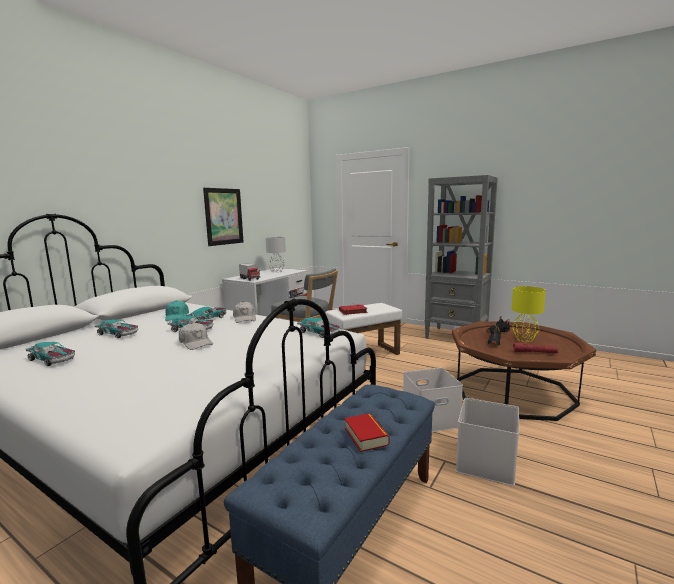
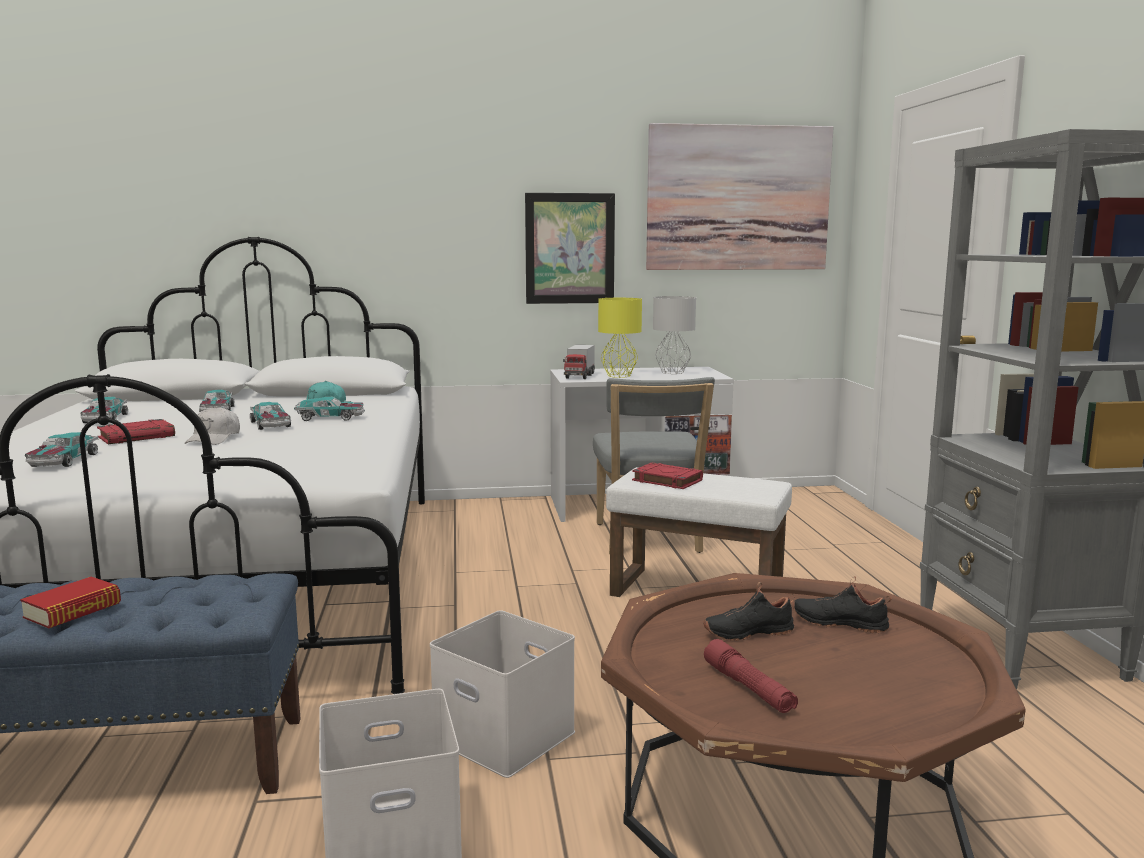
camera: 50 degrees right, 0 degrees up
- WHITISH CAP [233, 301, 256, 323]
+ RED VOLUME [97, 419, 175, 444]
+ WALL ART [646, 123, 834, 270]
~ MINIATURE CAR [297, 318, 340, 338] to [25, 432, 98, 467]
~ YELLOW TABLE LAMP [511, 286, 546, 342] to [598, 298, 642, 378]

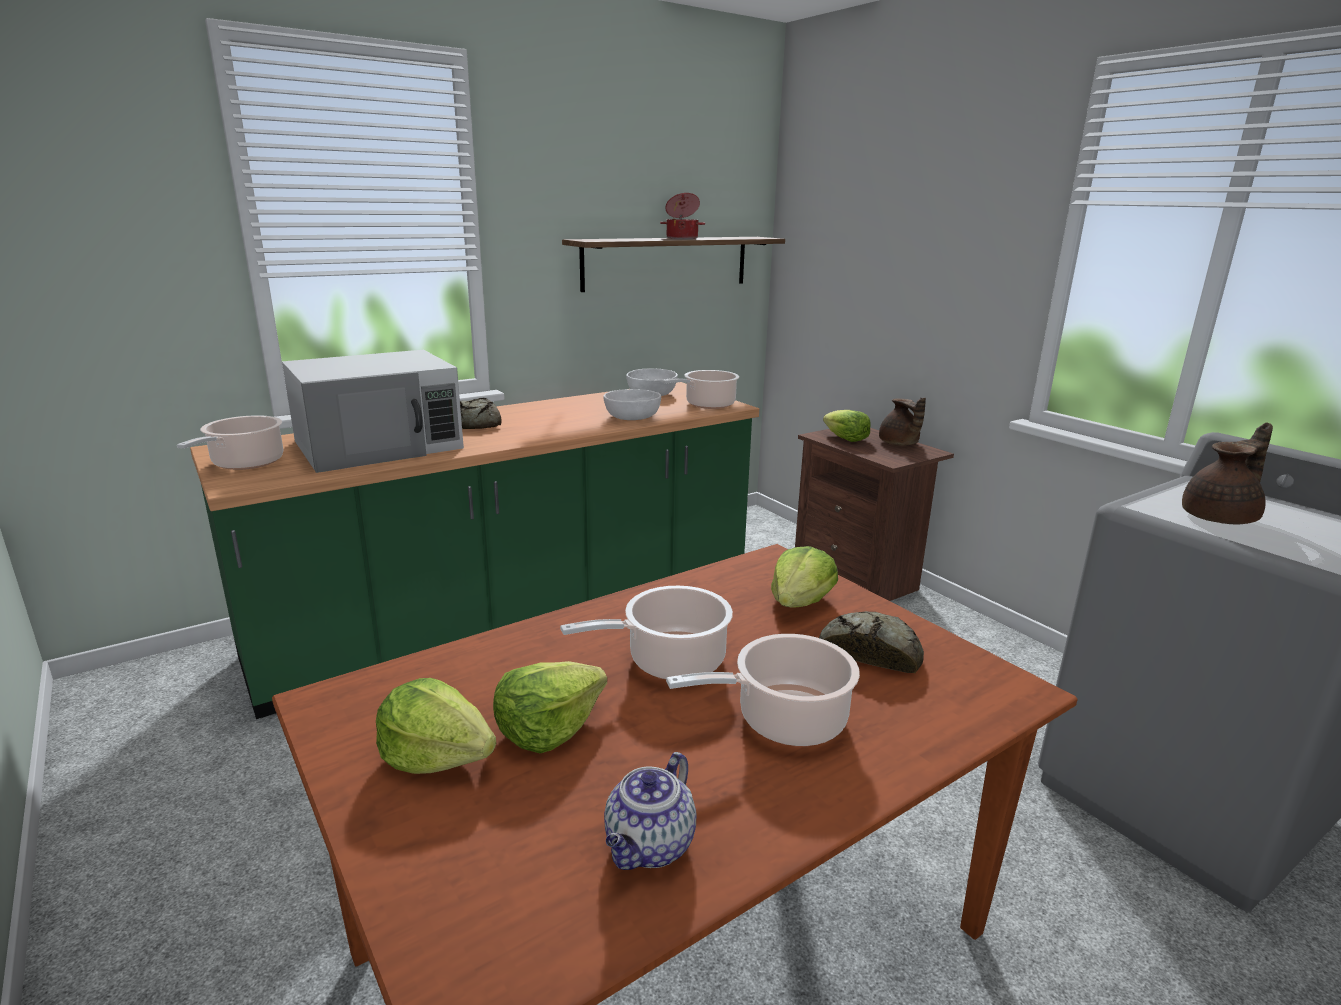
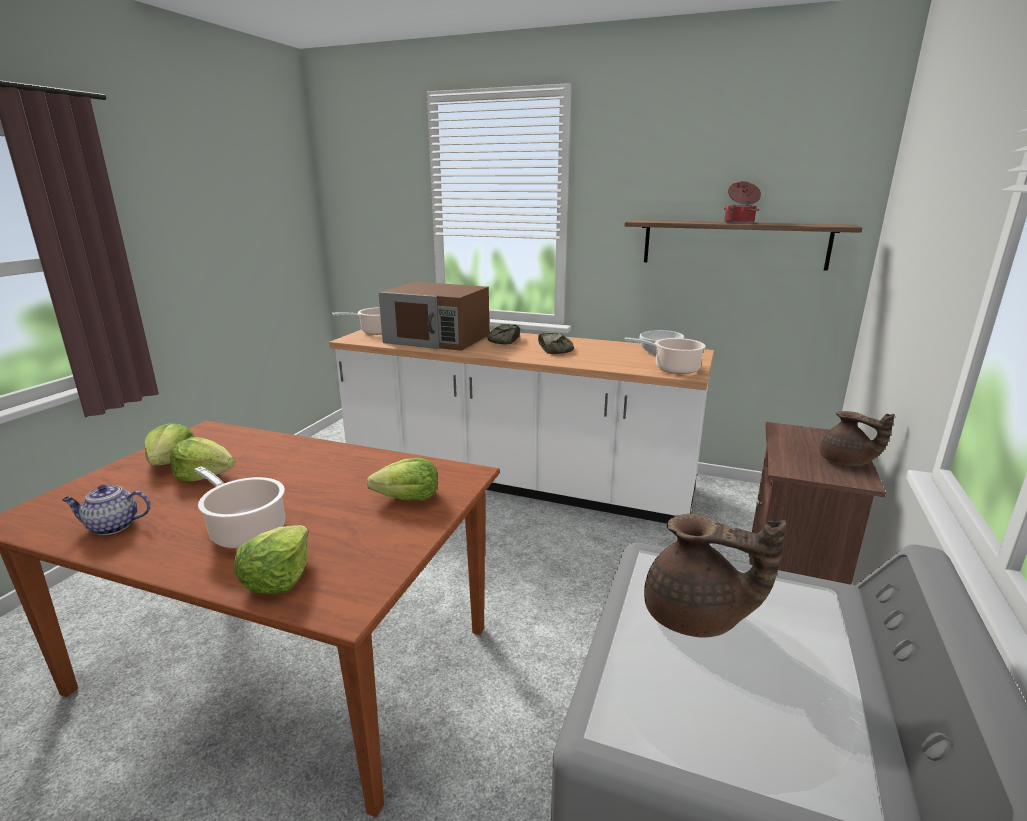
camera: 55 degrees right, 0 degrees up
- SAUCEPOT [560, 586, 733, 679]
- WHITISH SERVING BOWL [604, 389, 661, 420]
~ BAKERY BREAD [819, 611, 924, 673] to [538, 332, 574, 354]
~ HEAD OF LETTUCE [823, 410, 871, 442] to [234, 525, 309, 594]
~ GREENISH COUNTER [190, 382, 759, 719] to WHITISH COUNTER [329, 330, 714, 523]
~ WHITISH MICROWAVE [282, 350, 464, 473] to BROWN-COLOURED MICROWAVE [379, 282, 489, 351]
~ BROWN-COLOURED TEAPOT [879, 397, 926, 446] = [820, 411, 895, 466] 75 degrees counterclockwise

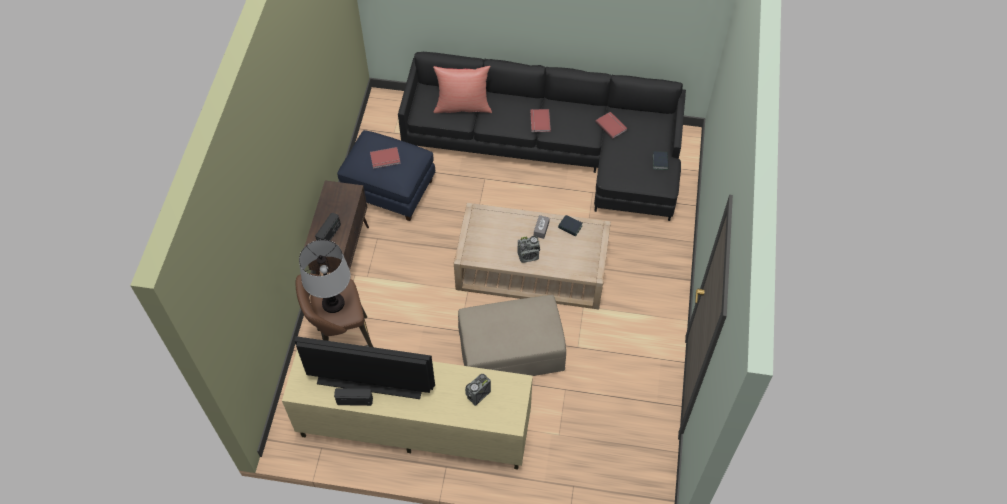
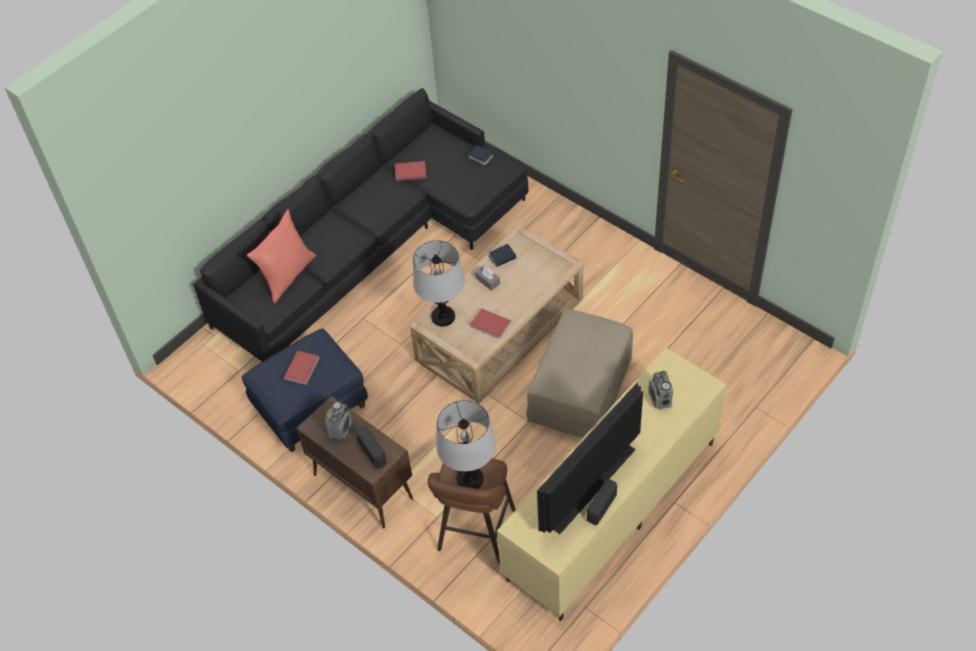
camera: 55 degrees left, 5 degrees down
+ TABLE LAMP [413, 240, 465, 326]
~ RADIO [518, 236, 540, 263] to [325, 401, 352, 440]
~ RED VOLUME [530, 109, 551, 132] to [470, 308, 511, 339]

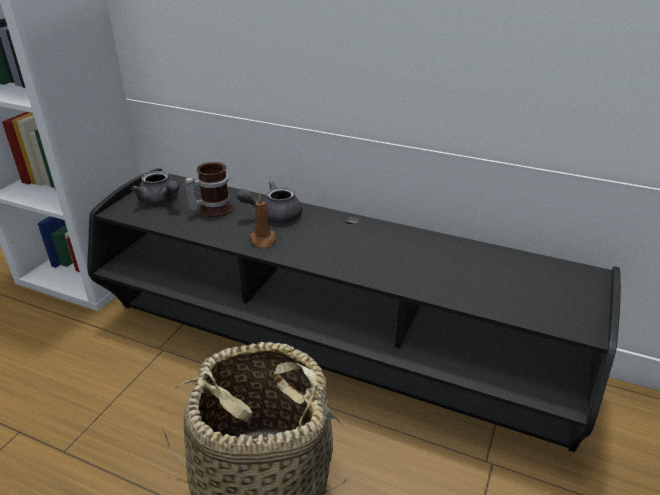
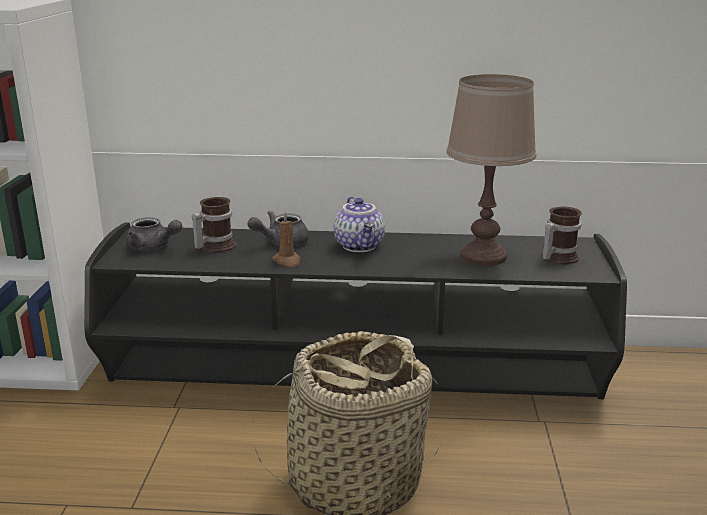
camera: 20 degrees left, 10 degrees down
+ TEAPOT [333, 197, 385, 252]
+ BROWN-COLOURED TABLE LAMP [446, 74, 536, 266]
+ TEA MUG [542, 207, 582, 264]

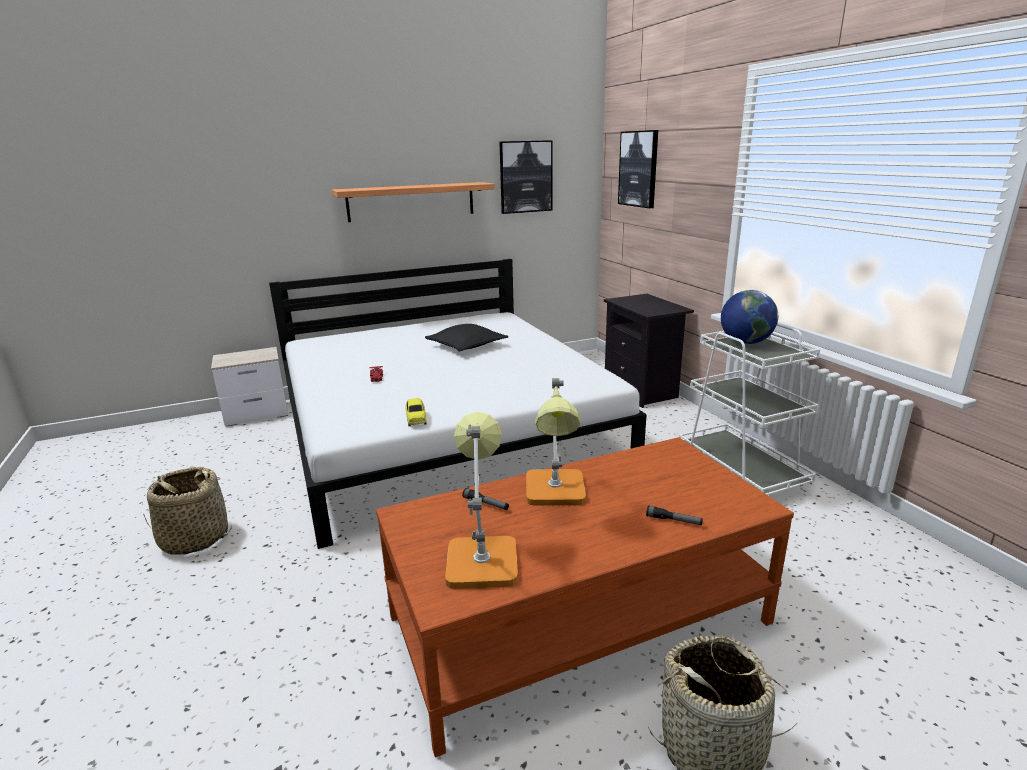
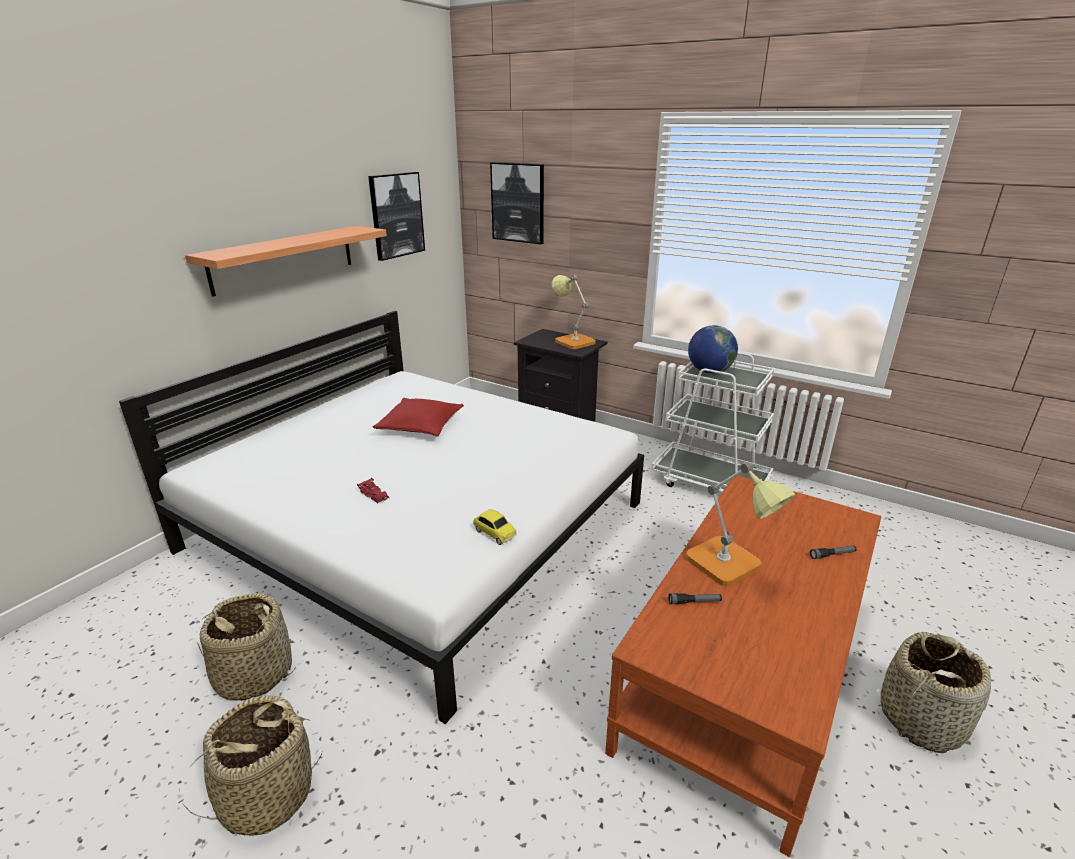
camera: 35 degrees left, 5 degrees up
- NIGHTSTAND [211, 347, 288, 427]
+ HOUSEHOLD BASKET [197, 593, 296, 701]
~ TABLE LAMP [445, 412, 518, 589] to [552, 275, 596, 349]
~ BLACK-COLOURED THROW PILLOW [425, 324, 508, 352] to RED THROW PILLOW [372, 398, 464, 436]

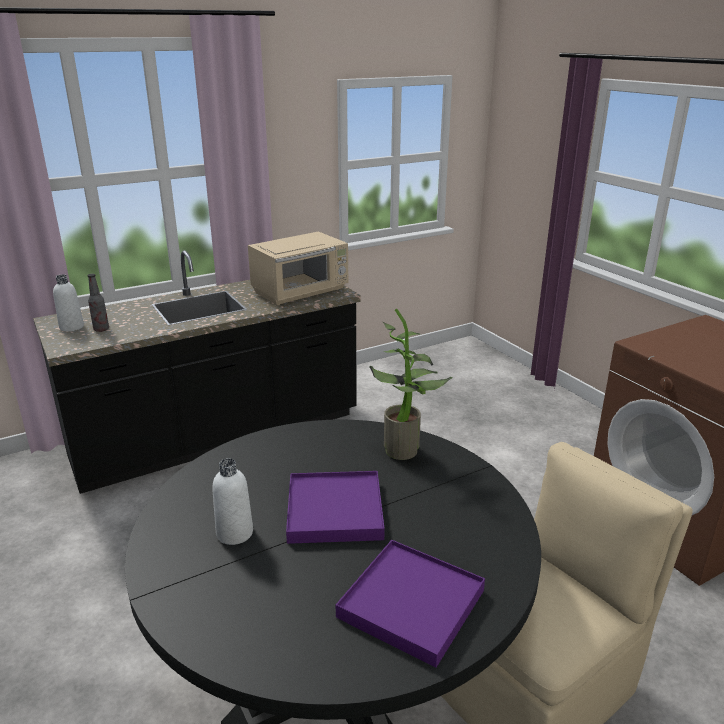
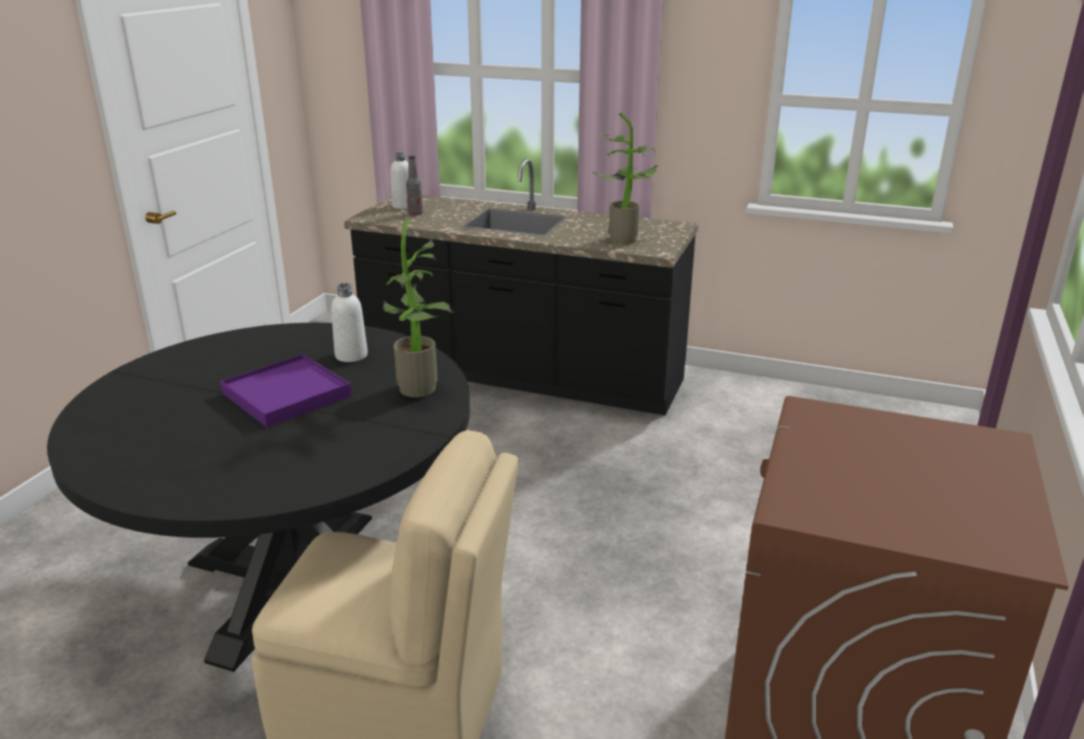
camera: 50 degrees right, 0 degrees up
- PURPLE-COLOURED CARRYING TRAY [336, 540, 485, 668]
~ WHITISH BOTTLE [212, 458, 253, 545] to [331, 283, 368, 362]
~ BEIGE MICROWAVE [248, 232, 348, 305] to PLANT IN A POT [592, 112, 658, 244]

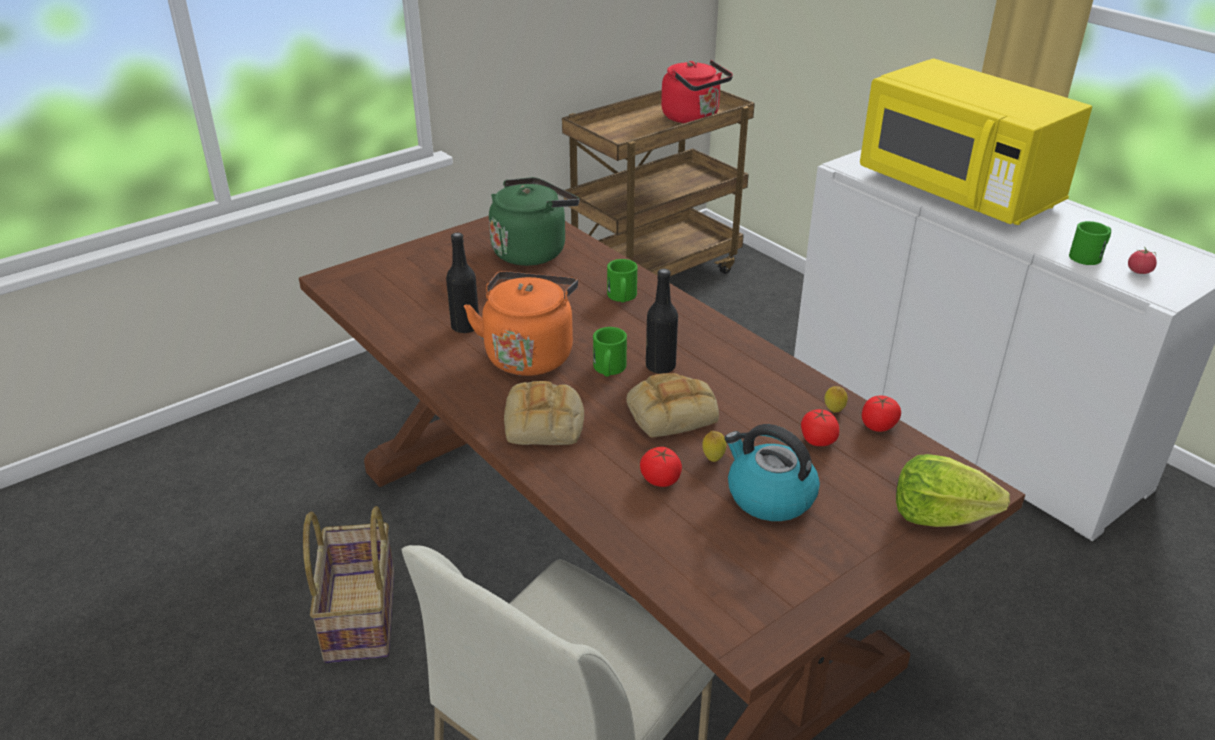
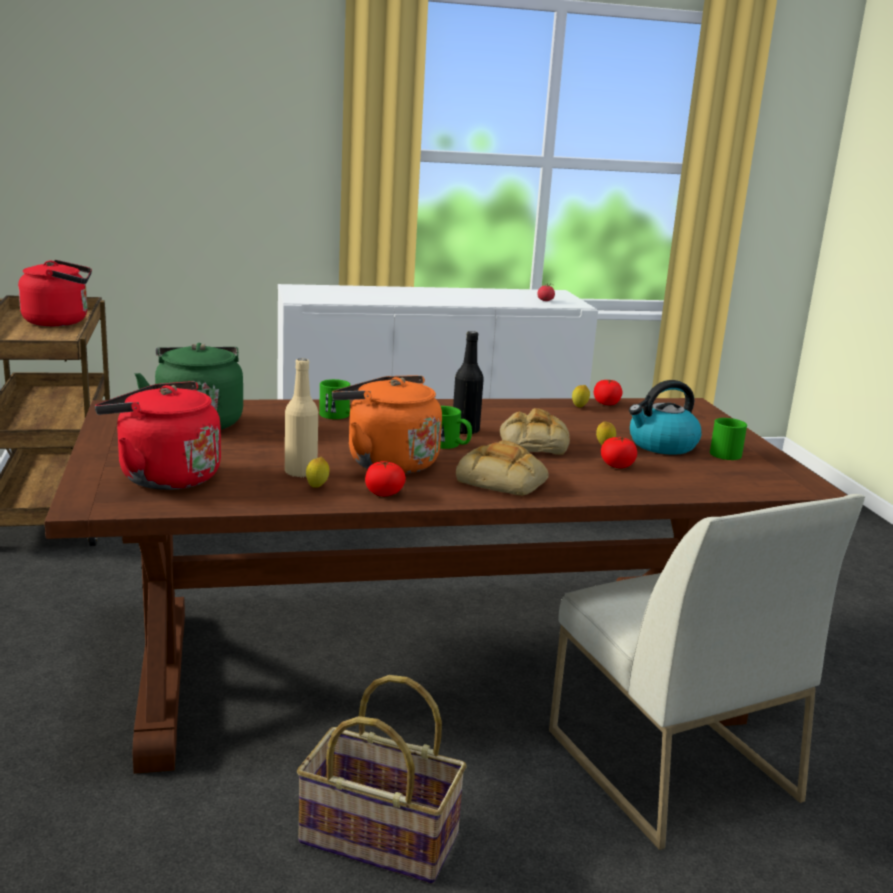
camera: 65 degrees left, 15 degrees down
- YELLOW MICROWAVE [860, 58, 1092, 225]
- HEAD OF LETTUCE [896, 454, 1010, 527]
+ RED KETTLE [95, 381, 221, 490]
+ LEMON [306, 457, 329, 488]
~ FRESH TOMATO [801, 409, 839, 446] to [365, 461, 406, 496]
~ GREENISH TEA MUG [1069, 221, 1111, 265] to [710, 418, 747, 460]
~ BLACK-COLOURED BOTTLE [446, 232, 479, 333] to BEIGE BOTTLE [285, 358, 318, 478]

